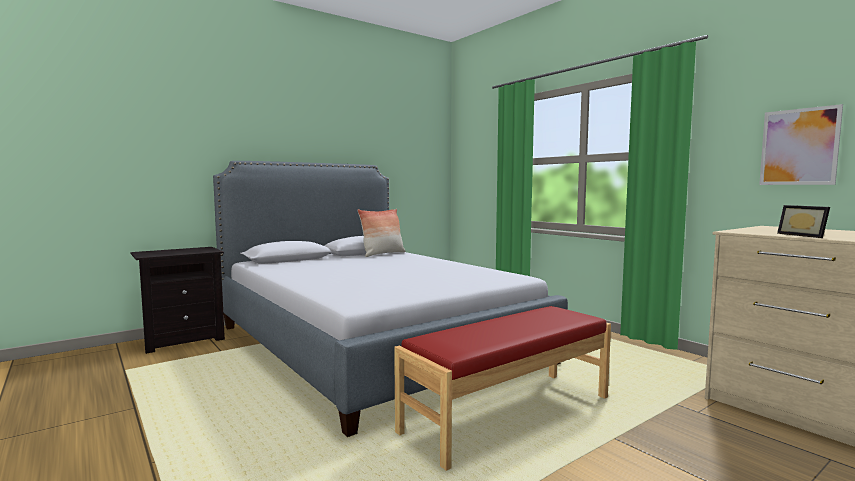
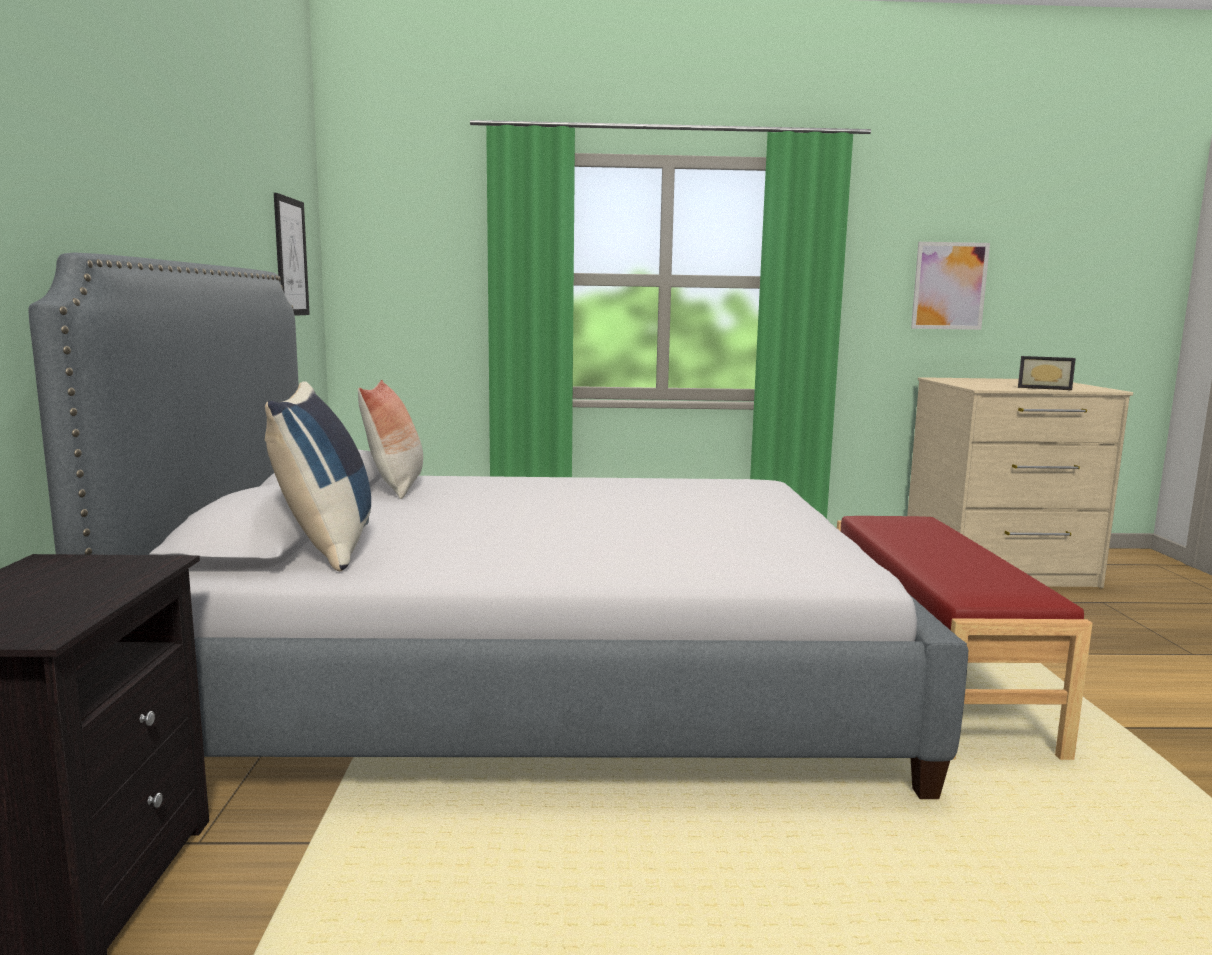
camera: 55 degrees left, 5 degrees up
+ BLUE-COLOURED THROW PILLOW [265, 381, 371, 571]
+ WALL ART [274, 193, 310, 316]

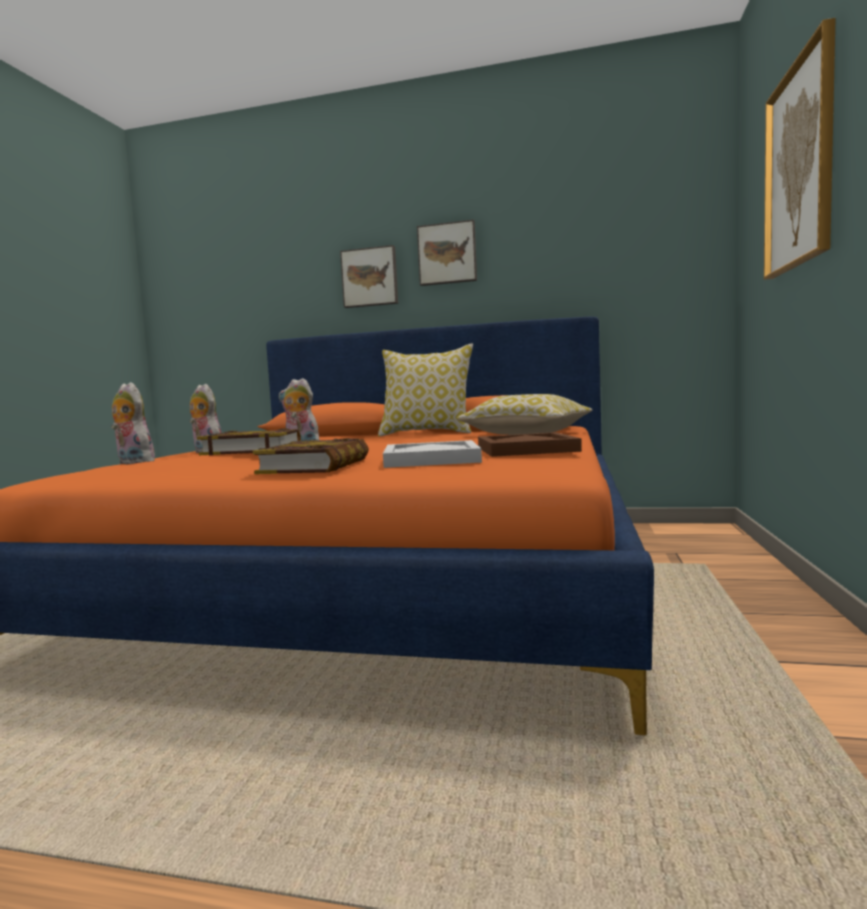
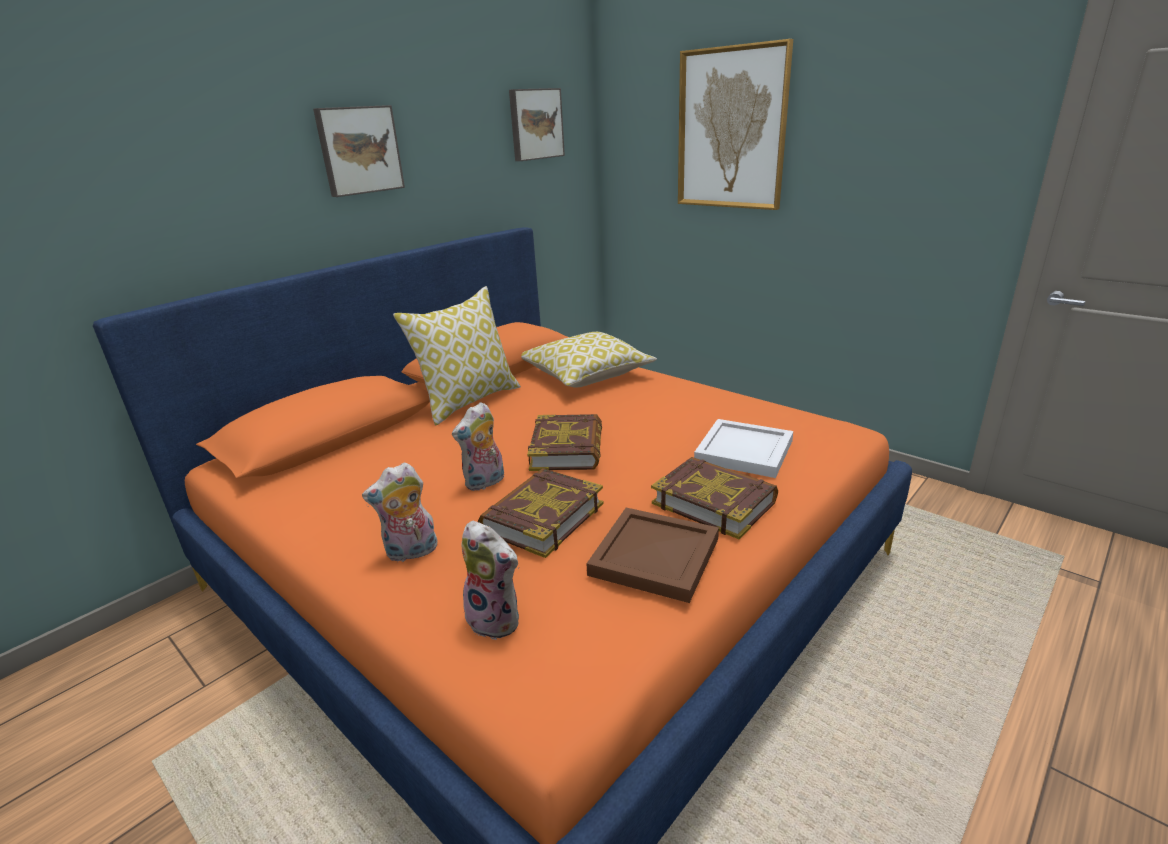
camera: 60 degrees left, 20 degrees up
+ VOLUME [527, 414, 602, 471]
~ WALL ART [340, 245, 398, 308] to [509, 88, 565, 161]
~ BROWN-COLOURED CARRYING TRAY [478, 432, 582, 457] to [586, 508, 719, 603]
~ SOFT TOY [111, 382, 155, 465] = [462, 521, 519, 640] 120 degrees counterclockwise

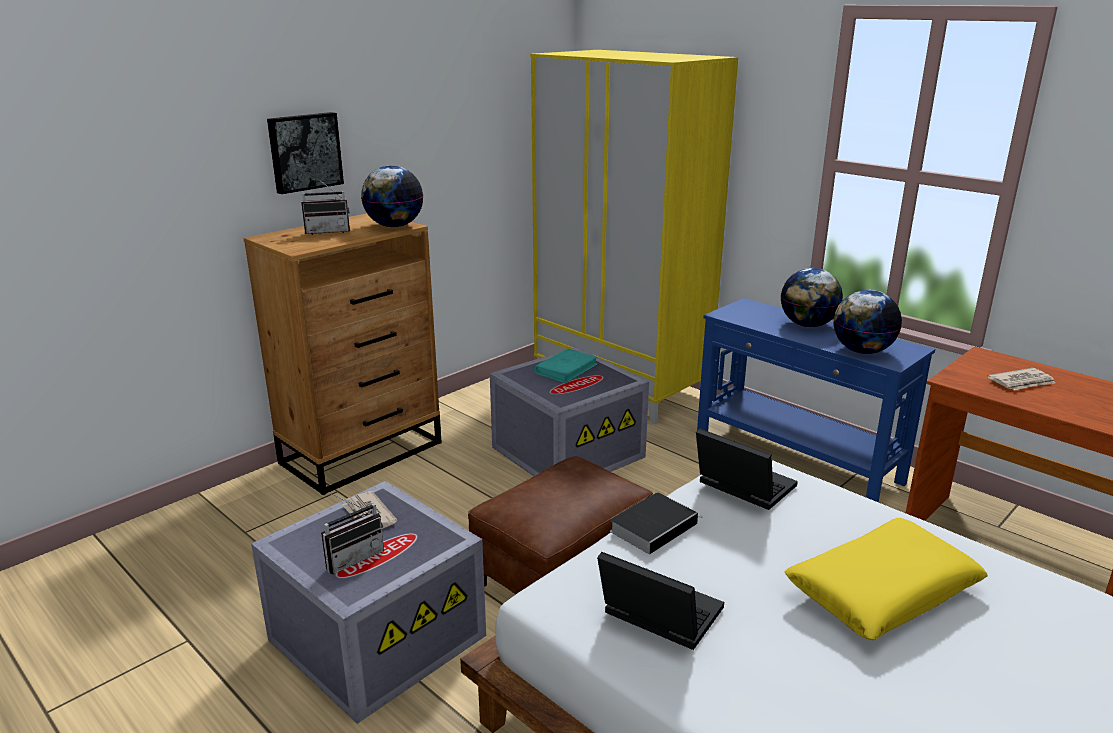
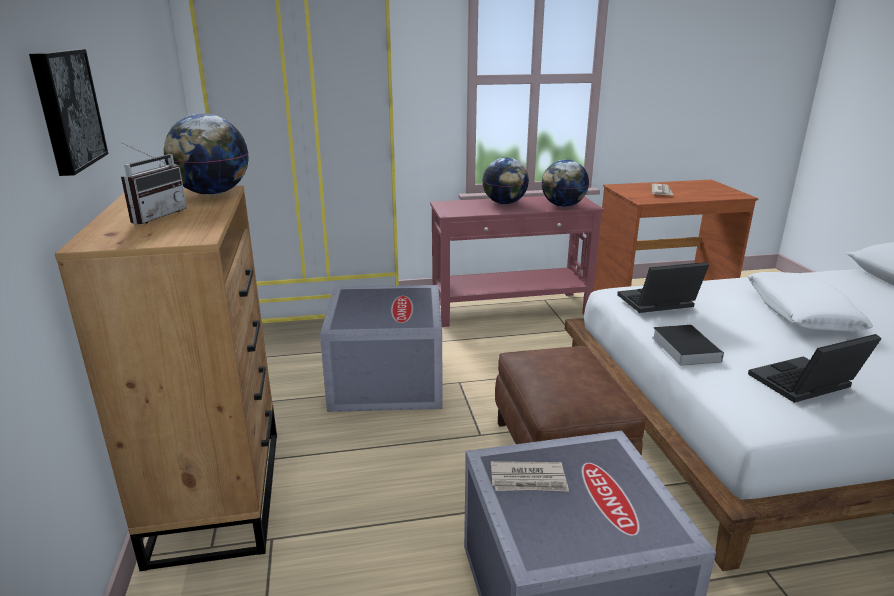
camera: 55 degrees left, 0 degrees up
- RADIO [321, 494, 384, 574]
- TURQUOISE VOLUME [534, 349, 598, 383]
~ BLUE-COLOURED HALL TABLE [696, 298, 935, 503] to RED HALL TABLE [430, 196, 604, 327]
~ YELLOW THROW PILLOW [784, 518, 988, 640] to WHITISH THROW PILLOW [748, 272, 873, 332]

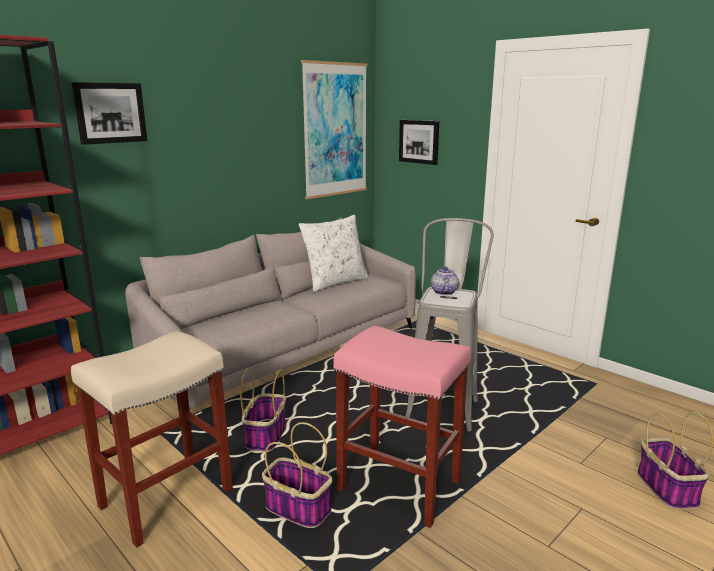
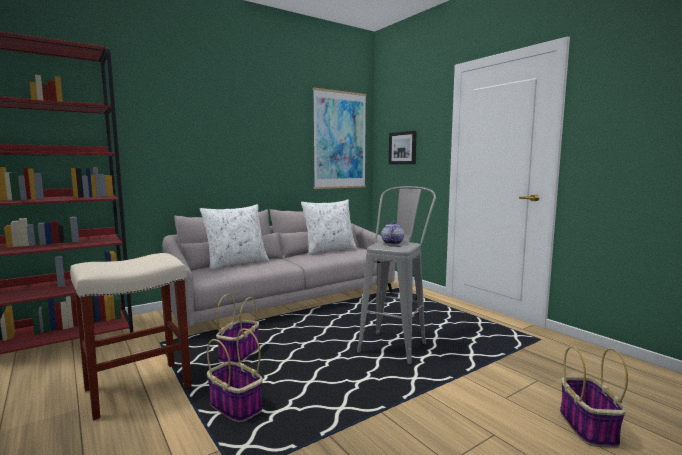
camera: 10 degrees right, 10 degrees down
- WALL ART [71, 82, 148, 145]
- PINK-COLOURED STOOL SEAT [333, 326, 471, 528]
+ WHITISH THROW PILLOW [200, 204, 269, 270]

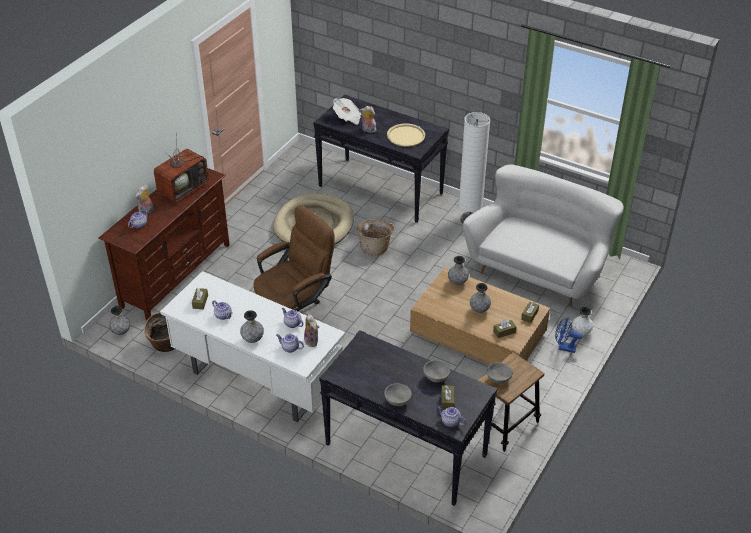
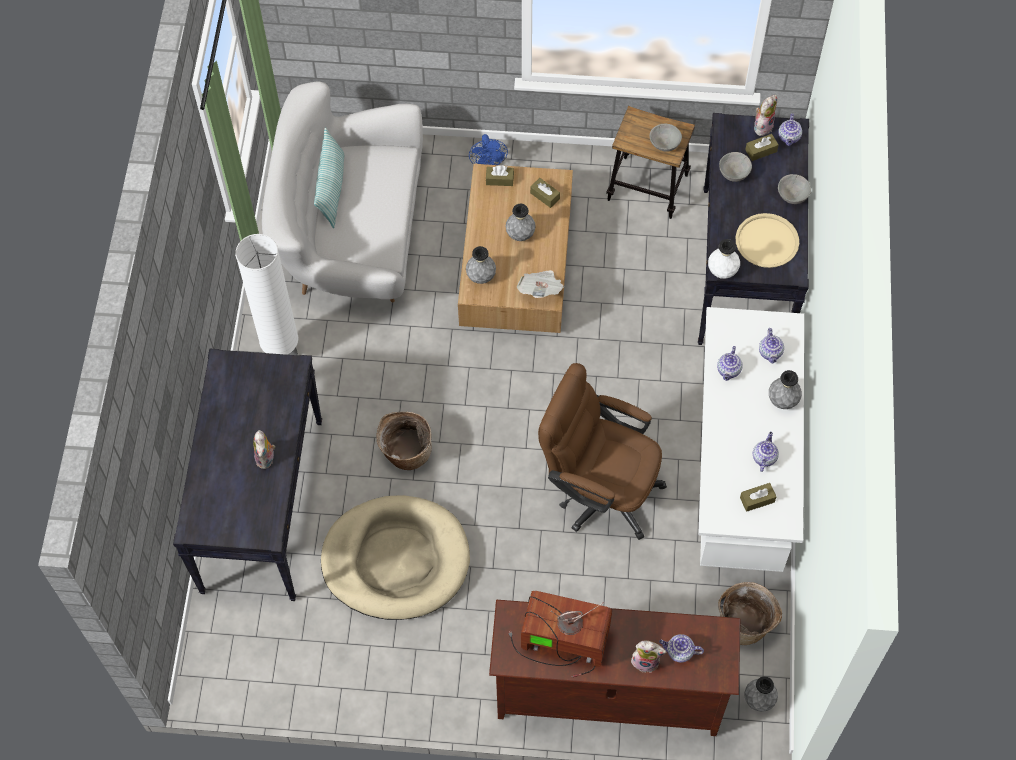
camera: 115 degrees left, 20 degrees up
+ THROW PILLOW [314, 127, 344, 228]
~ SOFT TOY [304, 314, 319, 347] to [754, 95, 777, 136]
~ PRINTED PAPER [333, 98, 361, 125] to [517, 270, 564, 298]
~ BEIGE CARRYING TRAY [387, 124, 425, 147] to [735, 213, 799, 268]
~ WHITISH DECORATIVE VASE [572, 307, 593, 336] to [708, 239, 740, 279]

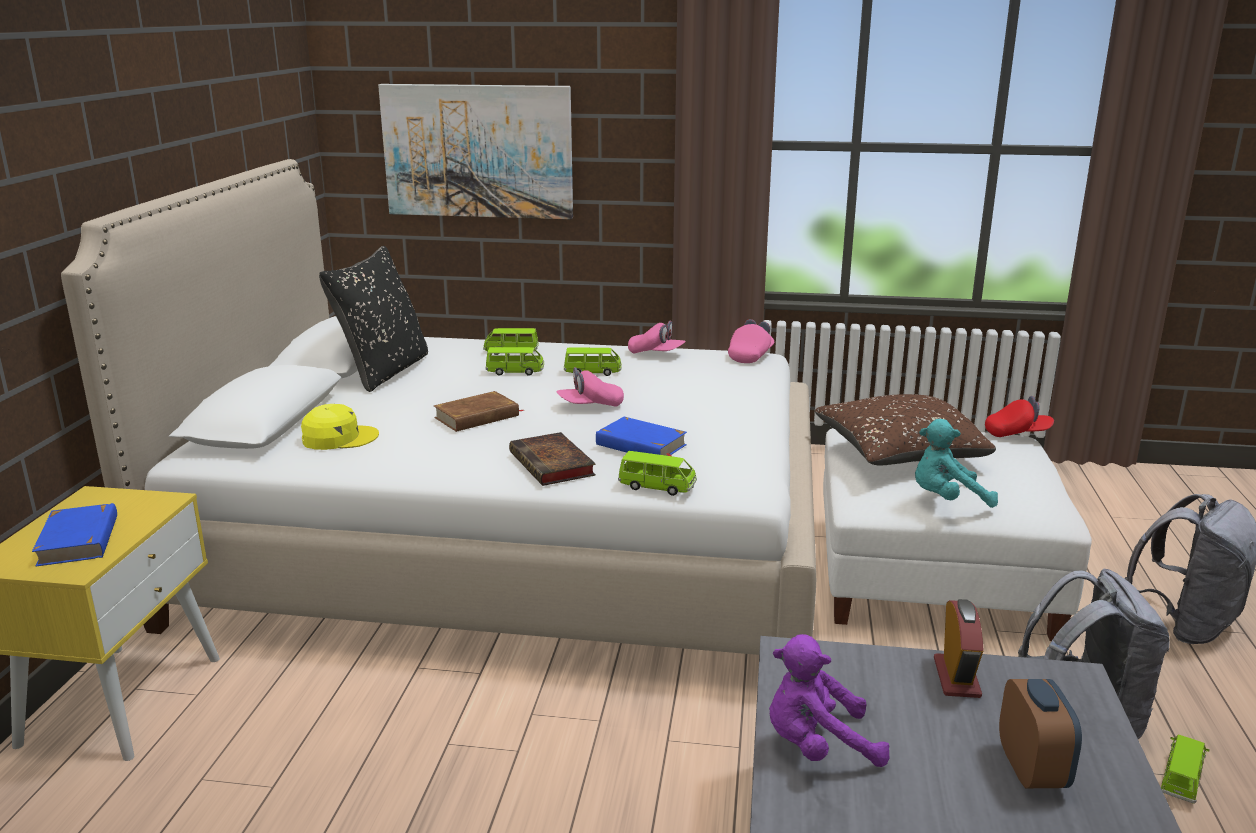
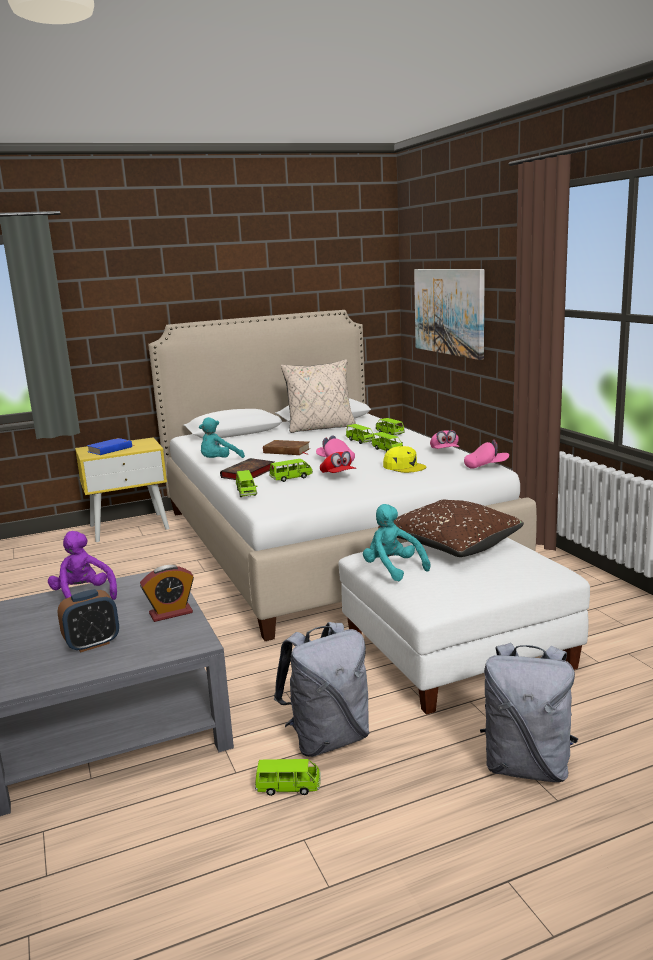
camera: 60 degrees right, 5 degrees down
+ TURQUOISE SOFT TOY [199, 417, 245, 458]
~ YELLOW CAP [301, 404, 379, 450] to [383, 446, 427, 473]
~ RED CAP [985, 396, 1054, 437] to [320, 451, 356, 473]
~ BLUE-COLOURED VOLUME [596, 417, 687, 456] to GREENISH MINIATURE CAR [269, 459, 313, 482]
~ BLACK-COLOURED THROW PILLOW [319, 246, 428, 392] to BEIGE THROW PILLOW [281, 359, 356, 433]

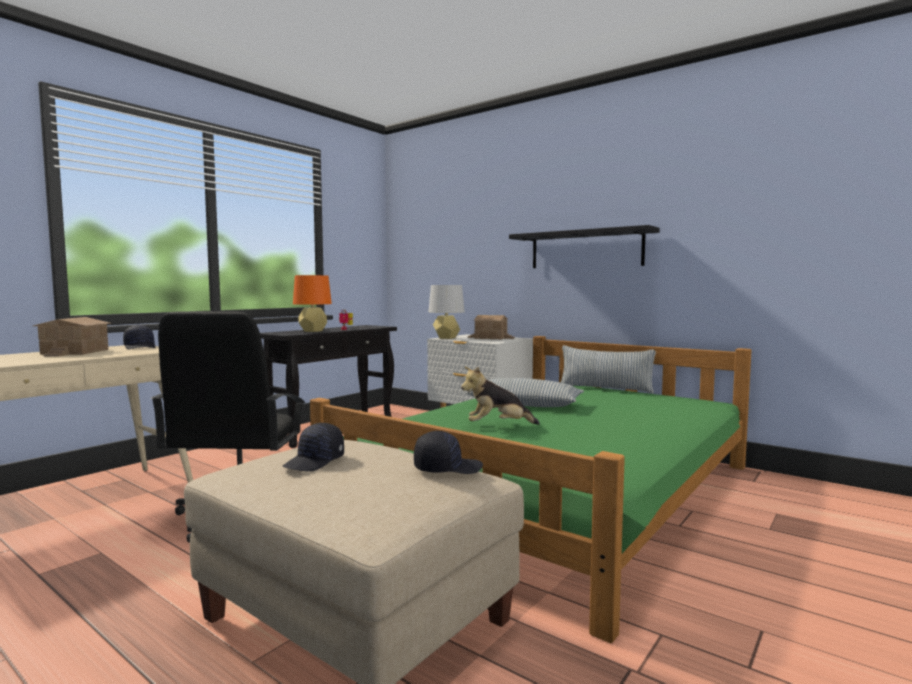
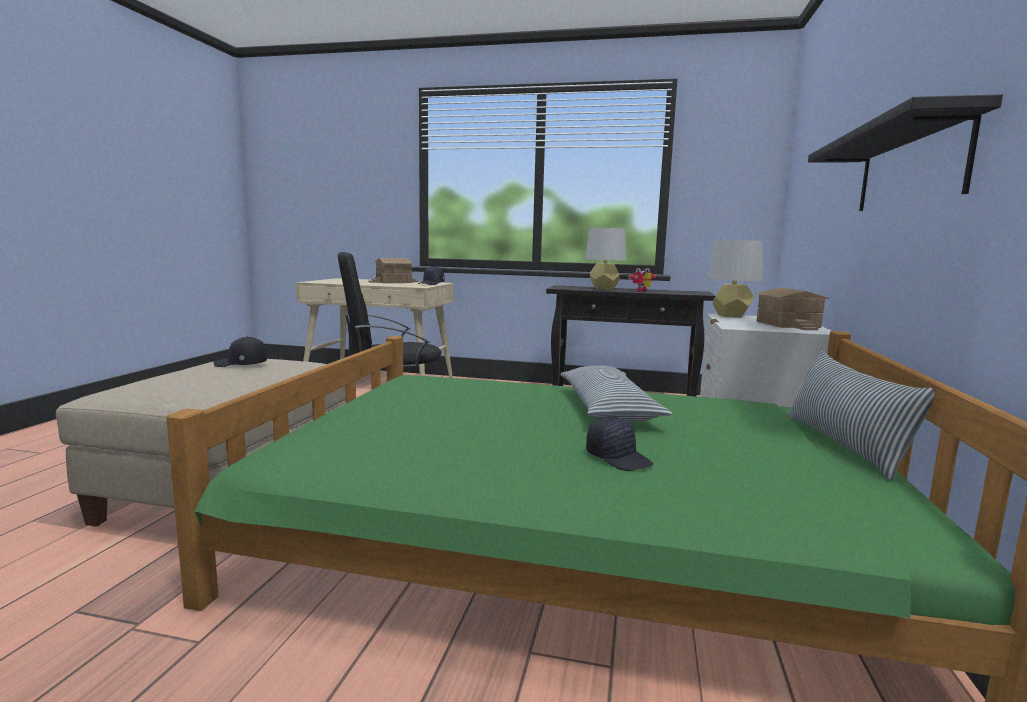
camera: 65 degrees right, 5 degrees up
- SOFT TOY [461, 367, 540, 425]
~ BLACK-COLOURED CAP [414, 431, 483, 474] to [586, 416, 653, 471]
~ ORANGE TABLE LAMP [293, 275, 332, 332] to GRAY TABLE LAMP [585, 228, 626, 290]

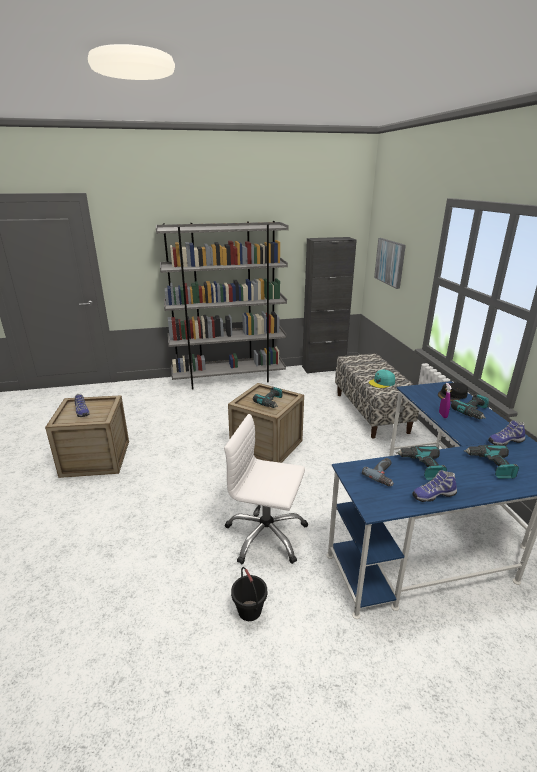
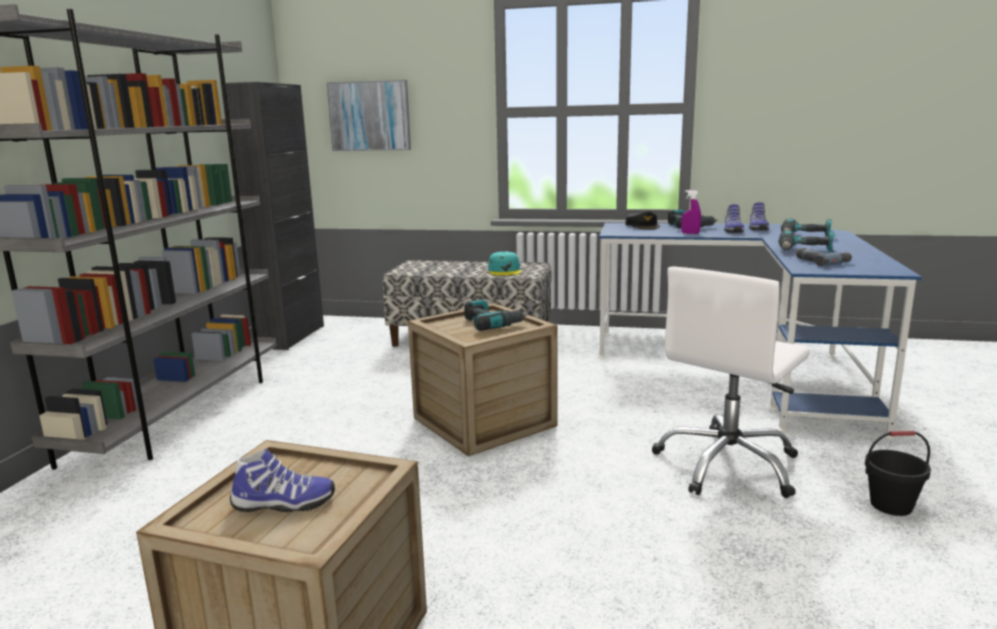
camera: 65 degrees left, 10 degrees down
~ LOW SHOE [412, 470, 457, 502] to [724, 204, 744, 233]

